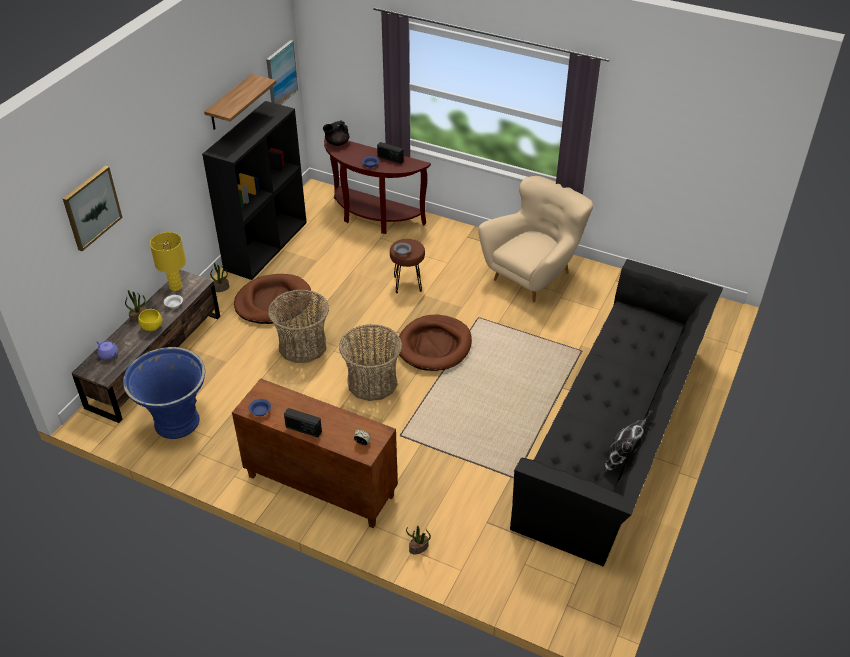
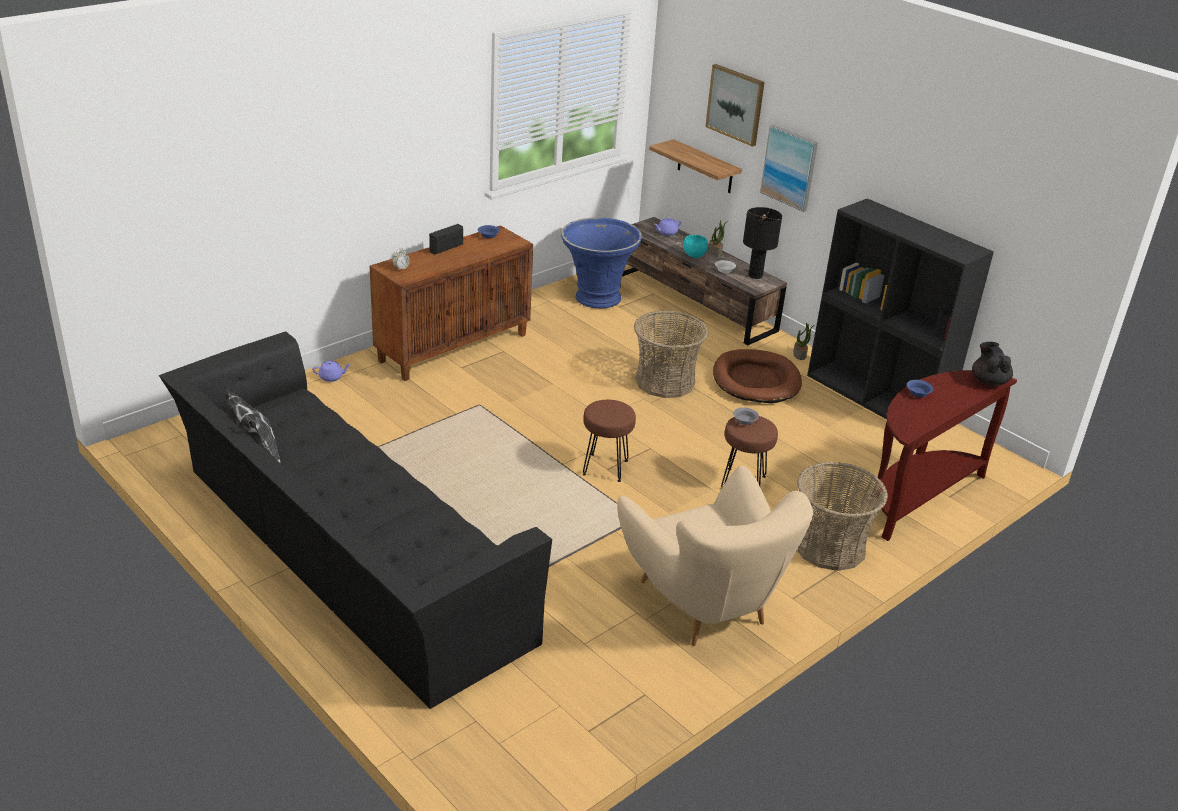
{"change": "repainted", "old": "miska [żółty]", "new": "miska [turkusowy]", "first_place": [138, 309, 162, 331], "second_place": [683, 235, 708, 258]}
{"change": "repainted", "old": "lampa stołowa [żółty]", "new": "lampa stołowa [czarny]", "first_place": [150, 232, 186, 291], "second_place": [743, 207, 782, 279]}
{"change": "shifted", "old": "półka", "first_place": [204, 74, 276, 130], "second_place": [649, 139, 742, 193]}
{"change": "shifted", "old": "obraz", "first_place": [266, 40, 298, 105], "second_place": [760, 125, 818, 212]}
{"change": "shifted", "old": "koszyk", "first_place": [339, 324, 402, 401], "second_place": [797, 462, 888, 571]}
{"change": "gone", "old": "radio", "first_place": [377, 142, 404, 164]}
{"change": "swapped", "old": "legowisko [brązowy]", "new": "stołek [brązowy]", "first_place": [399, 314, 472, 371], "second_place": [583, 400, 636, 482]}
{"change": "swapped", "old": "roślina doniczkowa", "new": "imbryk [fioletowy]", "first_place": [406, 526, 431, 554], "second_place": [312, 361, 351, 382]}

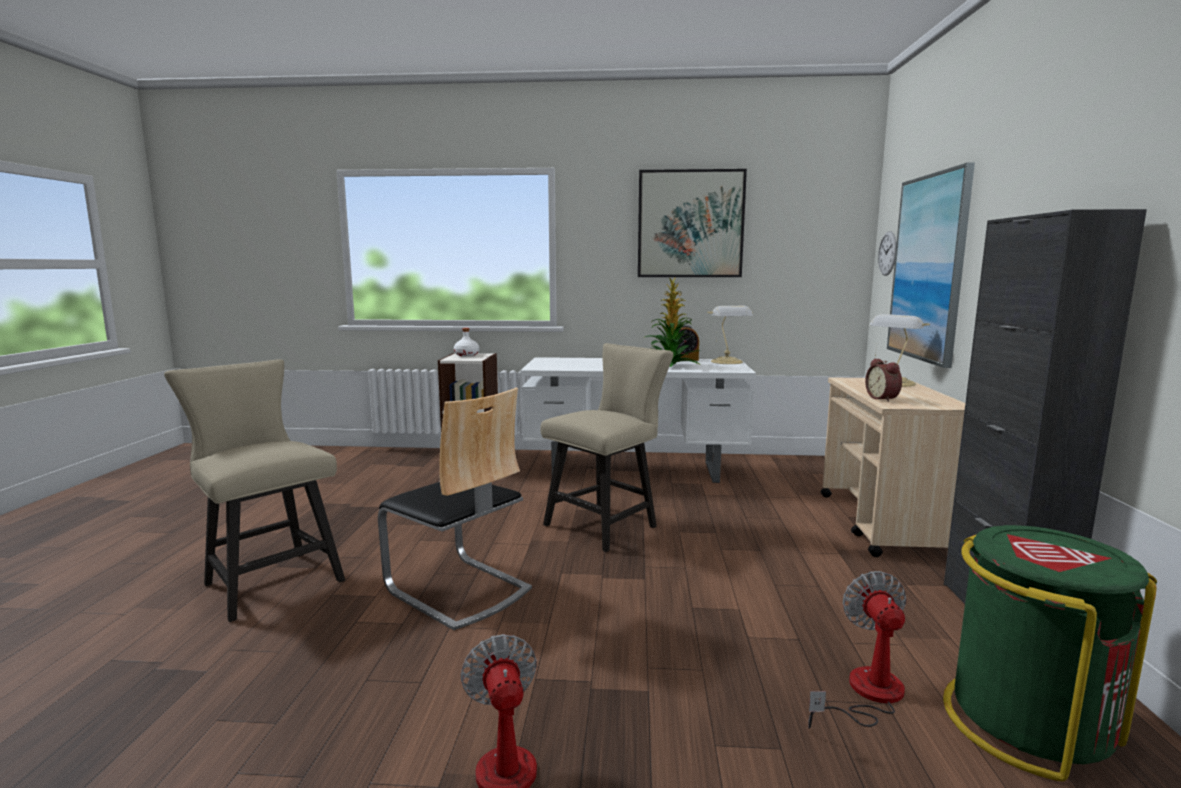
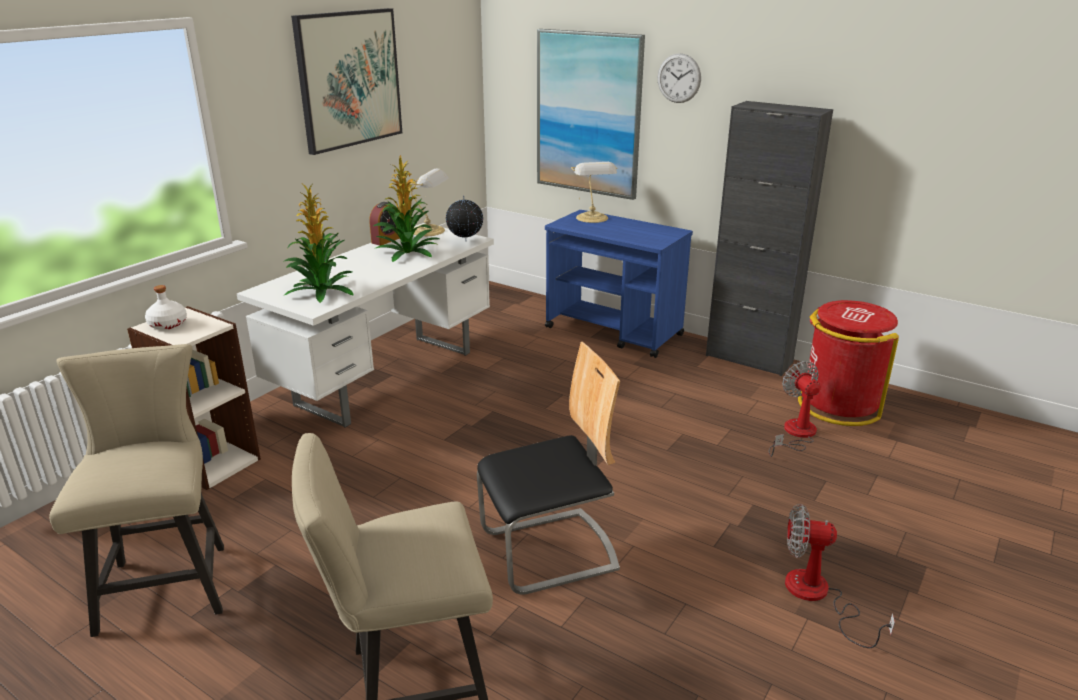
{"change": "shifted", "old": "krzesło [beżowy]", "first_place": [540, 343, 673, 552], "second_place": [49, 344, 224, 637]}
{"change": "rotated", "old": "wentylator", "first_place": [808, 571, 907, 729], "second_place": [769, 361, 821, 457], "degrees": 45}
{"change": "repainted", "old": "wózek [beżowy]", "new": "wózek [niebieski]", "first_place": [820, 377, 965, 557], "second_place": [545, 210, 693, 358]}
{"change": "gone", "old": "budzik", "first_place": [865, 358, 902, 402]}
{"change": "shifted", "old": "zegar ścienny", "first_place": [878, 231, 897, 276], "second_place": [658, 53, 701, 103]}
{"change": "repainted", "old": "kosz na śmieci [zielony]", "new": "kosz na śmieci [czerwony]", "first_place": [943, 525, 1157, 781], "second_place": [798, 300, 899, 426]}
{"change": "new", "new": "roślina doniczkowa", "second_place": [283, 184, 354, 303]}
{"change": "new", "new": "globus", "second_place": [446, 195, 483, 242]}

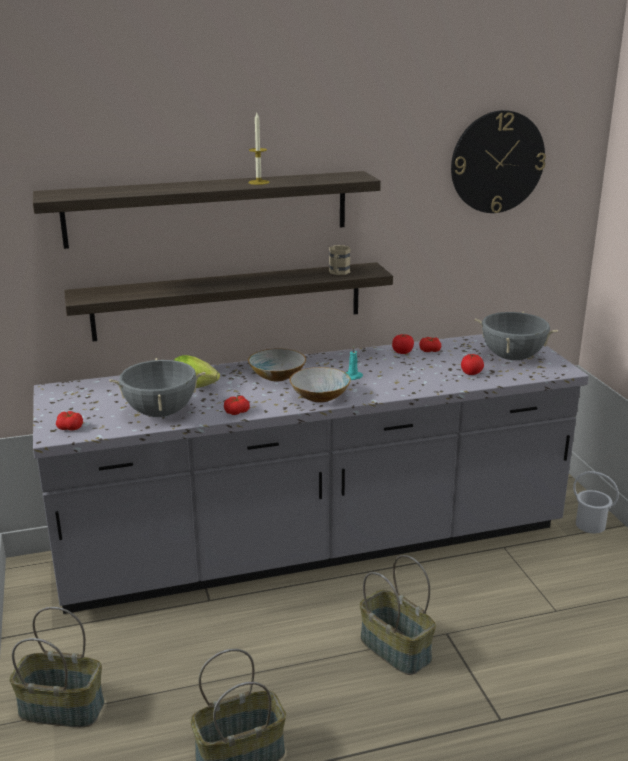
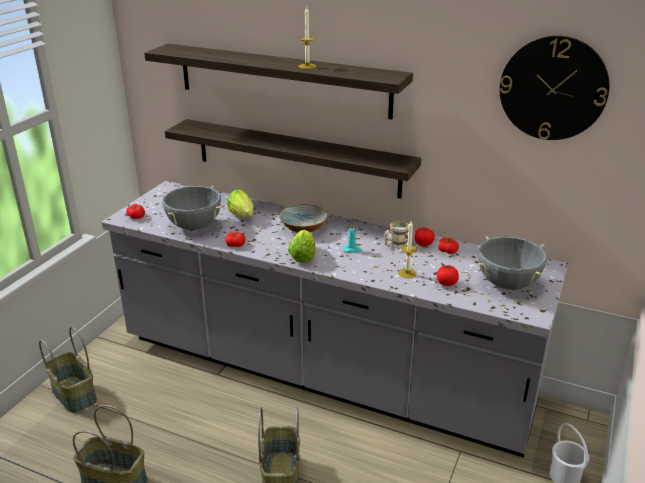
{"change": "swapped", "old": "miska", "new": "sałata", "first_place": [289, 367, 351, 403], "second_place": [288, 230, 316, 263]}
{"change": "shifted", "old": "kubek [beżowy]", "first_place": [329, 245, 351, 275], "second_place": [384, 221, 409, 248]}
{"change": "new", "new": "świeca", "second_place": [398, 221, 417, 278]}

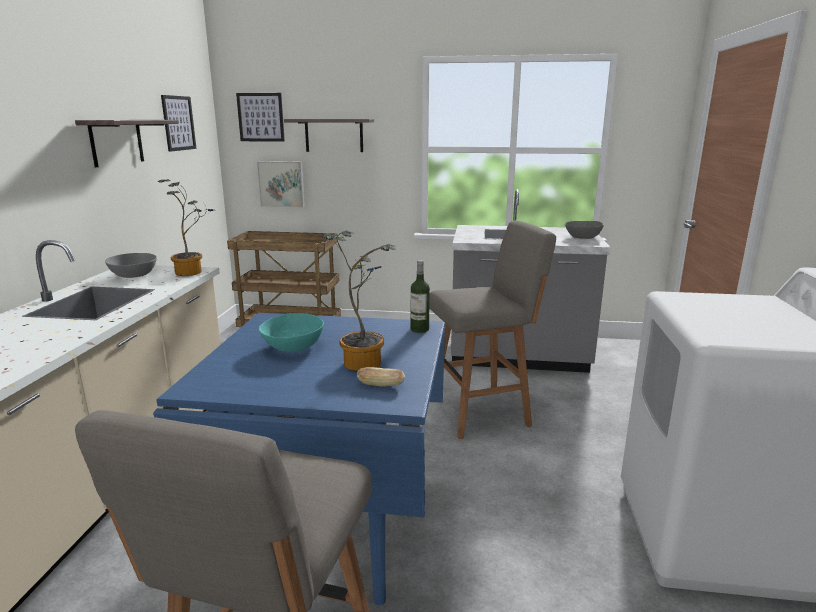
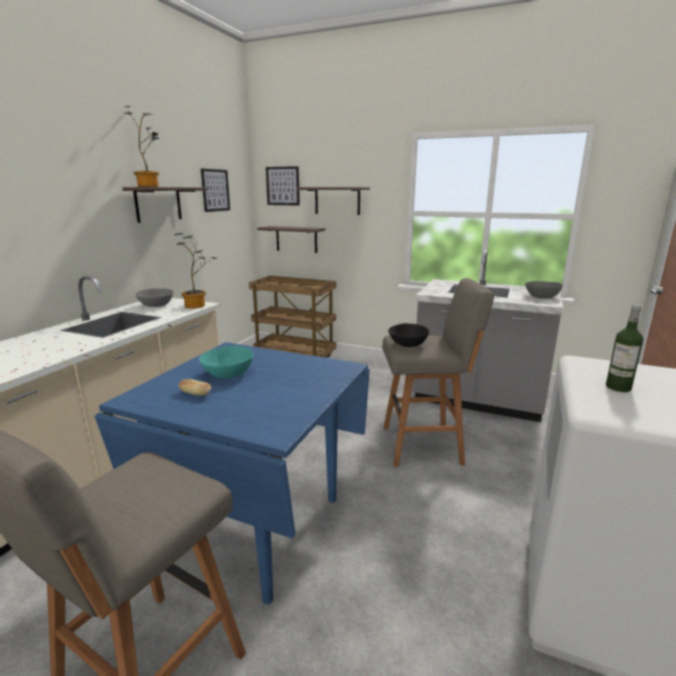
{"change": "swapped", "old": "obraz", "new": "półka", "first_place": [257, 161, 305, 207], "second_place": [257, 226, 325, 253]}
{"change": "shifted", "old": "roślina doniczkowa", "first_place": [322, 230, 396, 371], "second_place": [124, 106, 160, 187]}
{"change": "shifted", "old": "chleb", "first_place": [357, 367, 405, 387], "second_place": [179, 379, 211, 396]}
{"change": "shifted", "old": "butelka", "first_place": [411, 260, 430, 333], "second_place": [606, 305, 643, 392]}
{"change": "new", "new": "miska [czarny]", "second_place": [388, 323, 429, 347]}

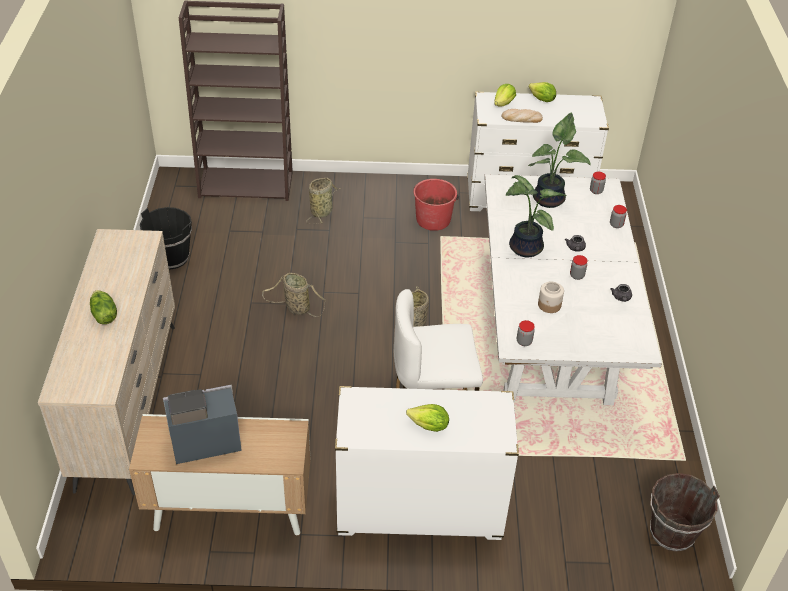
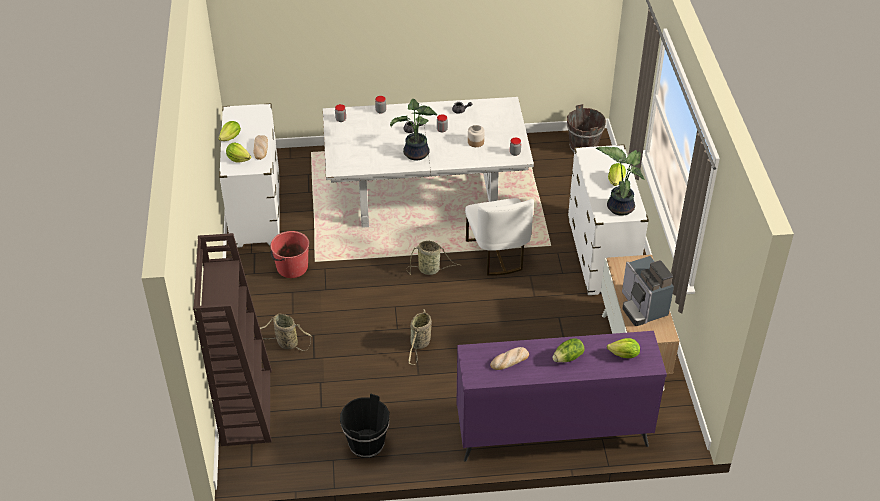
{"change": "repainted", "old": "komoda [beżowy]", "new": "komoda [fioletowy]", "first_place": [38, 229, 175, 495], "second_place": [456, 331, 667, 462]}
{"change": "shifted", "old": "roślina doniczkowa", "first_place": [528, 113, 591, 208], "second_place": [596, 147, 645, 216]}
{"change": "new", "new": "chleb", "second_place": [490, 347, 529, 370]}
{"change": "new", "new": "sałata", "second_place": [607, 338, 640, 358]}

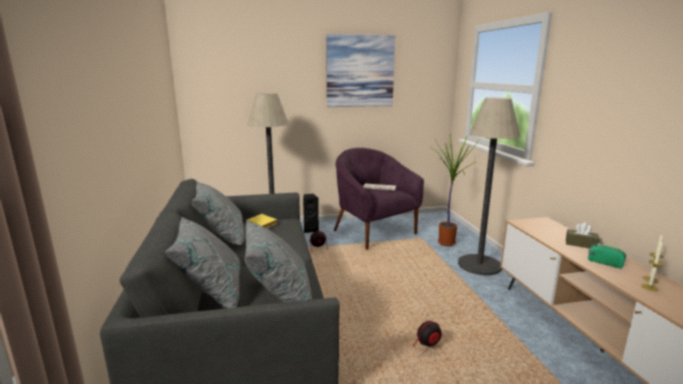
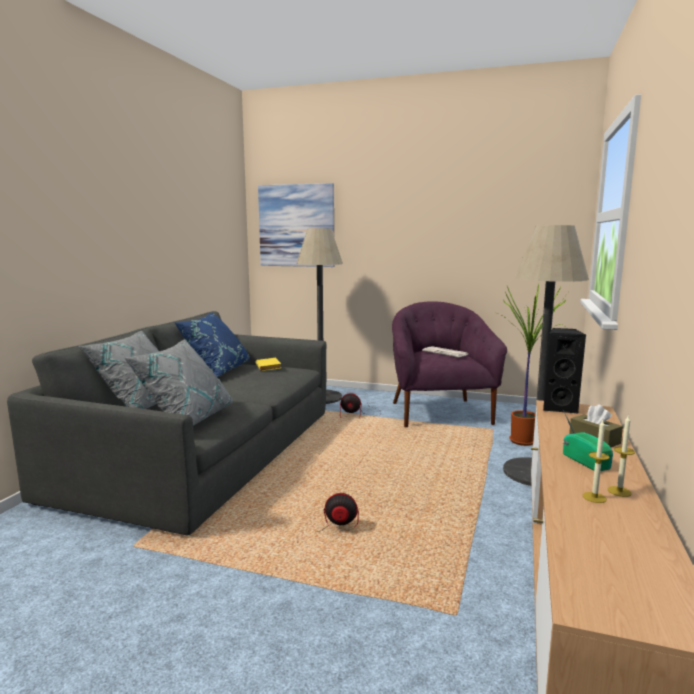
{"change": "repainted", "old": "poduszka [szary]", "new": "poduszka [niebieski]", "first_place": [191, 182, 244, 245], "second_place": [174, 313, 250, 377]}
{"change": "shifted", "old": "głośnik [czarny]", "first_place": [303, 194, 319, 233], "second_place": [543, 328, 586, 414]}
{"change": "shifted", "old": "obraz", "first_place": [326, 34, 395, 107], "second_place": [258, 183, 334, 267]}

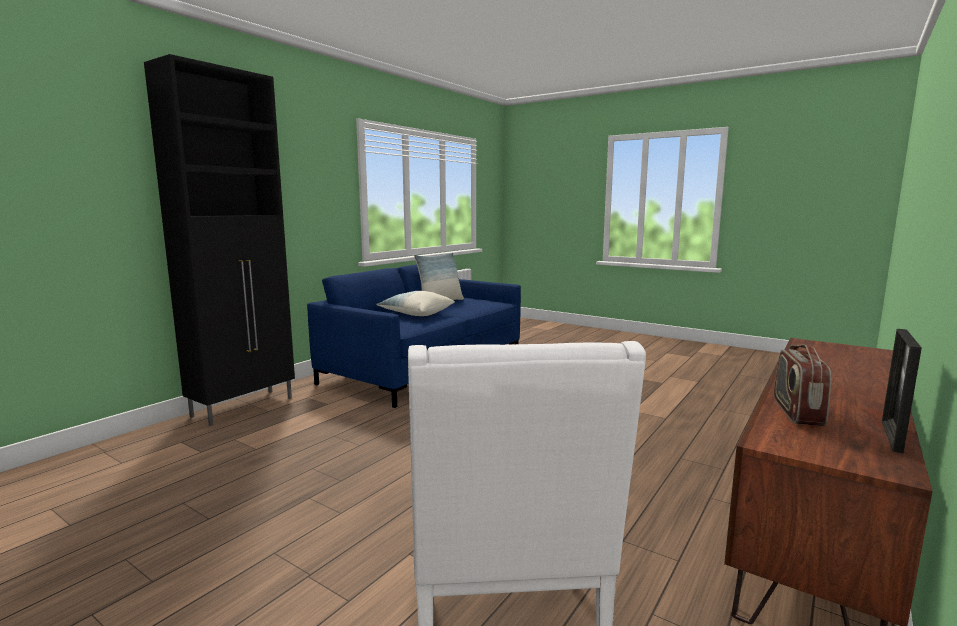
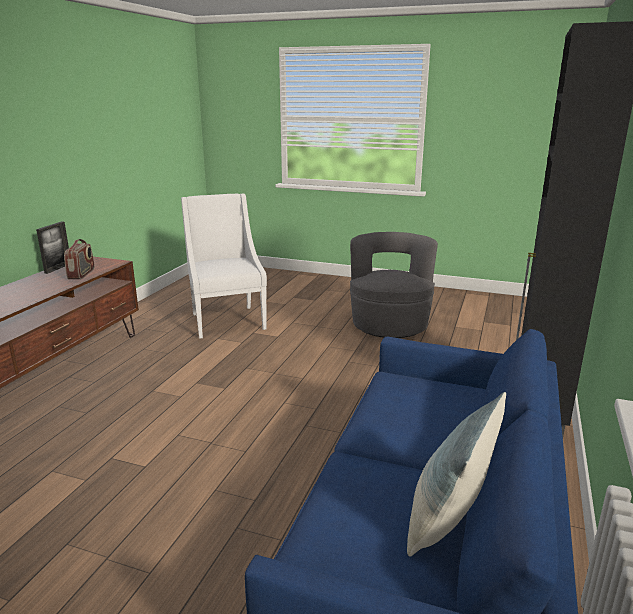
{"change": "gone", "old": "poduszka", "first_place": [376, 291, 455, 316]}
{"change": "new", "new": "fotel [szary]", "second_place": [350, 232, 438, 338]}

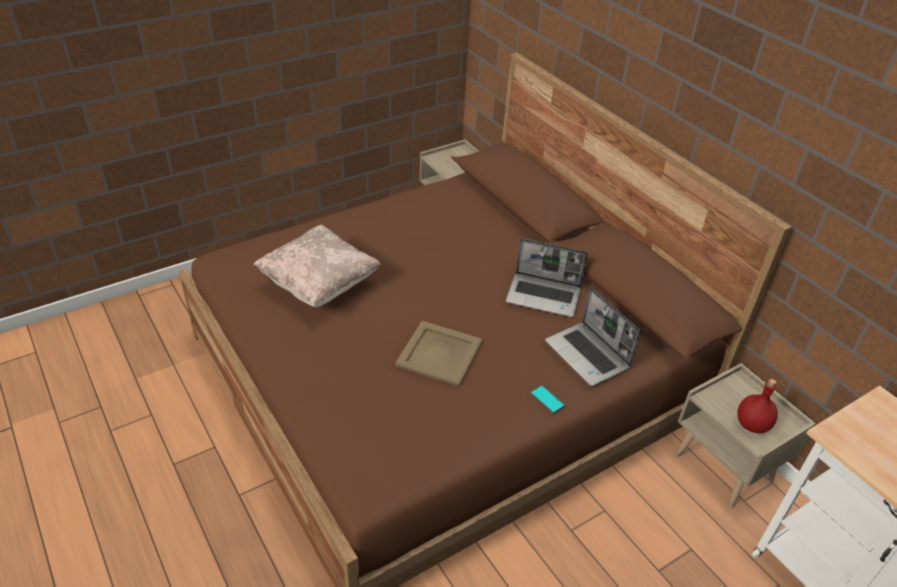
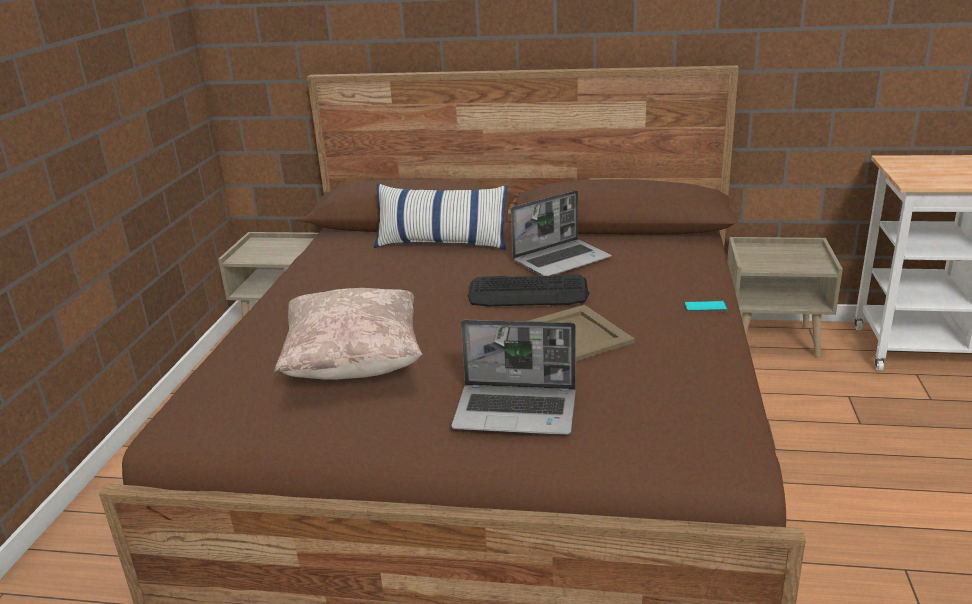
{"change": "shifted", "old": "laptop", "first_place": [545, 288, 641, 386], "second_place": [451, 320, 576, 435]}
{"change": "gone", "old": "butelka [czerwony]", "first_place": [737, 379, 778, 433]}
{"change": "new", "new": "poduszka", "second_place": [374, 183, 508, 250]}
{"change": "new", "new": "klawiatura", "second_place": [467, 275, 589, 307]}

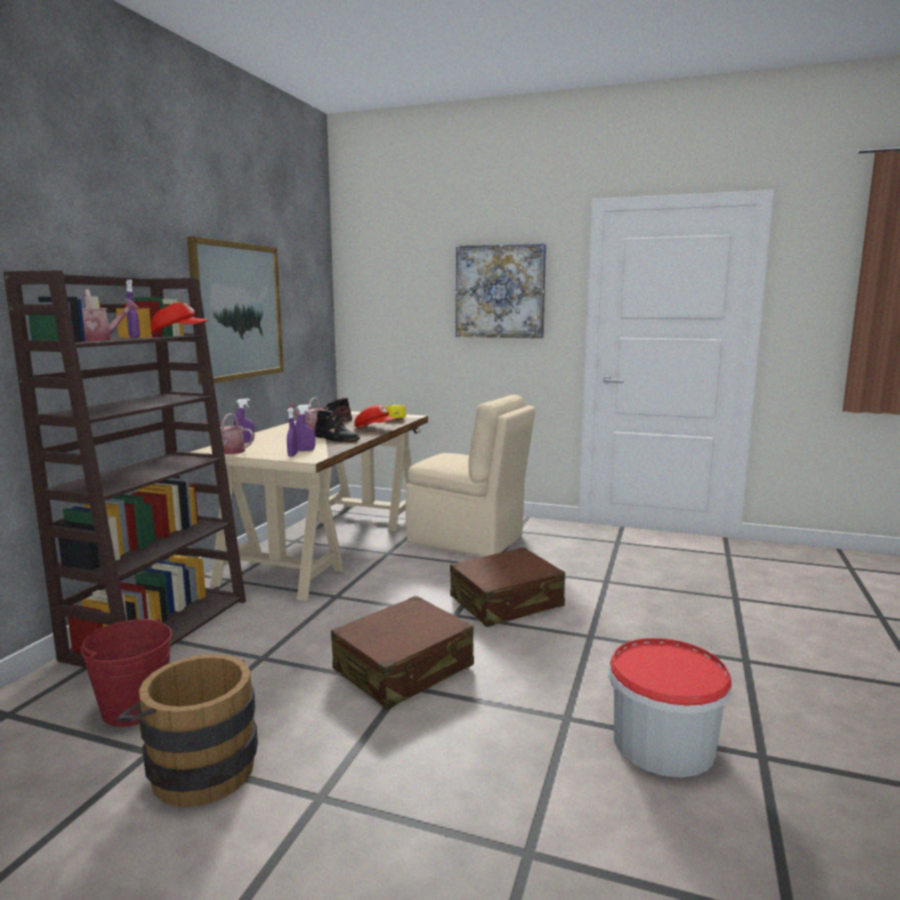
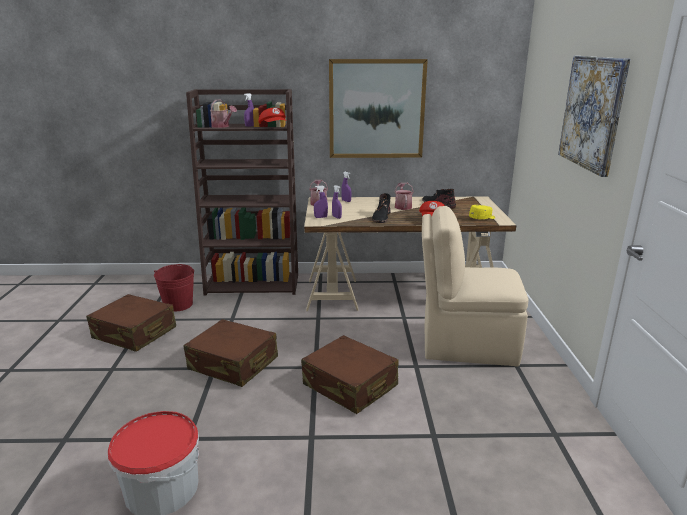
{"change": "swapped", "old": "wiadro [brązowy]", "new": "walizka [brązowy]", "first_place": [117, 654, 258, 807], "second_place": [86, 294, 176, 352]}
{"change": "rotated", "old": "krzesło [beżowy]", "first_place": [406, 395, 536, 556], "second_place": [422, 206, 528, 366], "degrees": 90}

